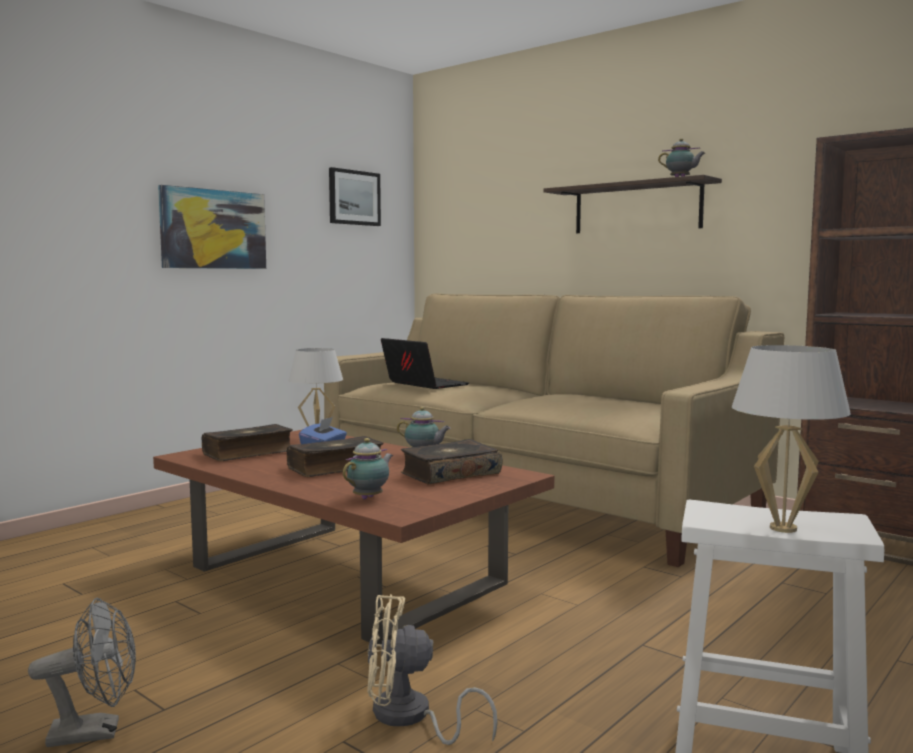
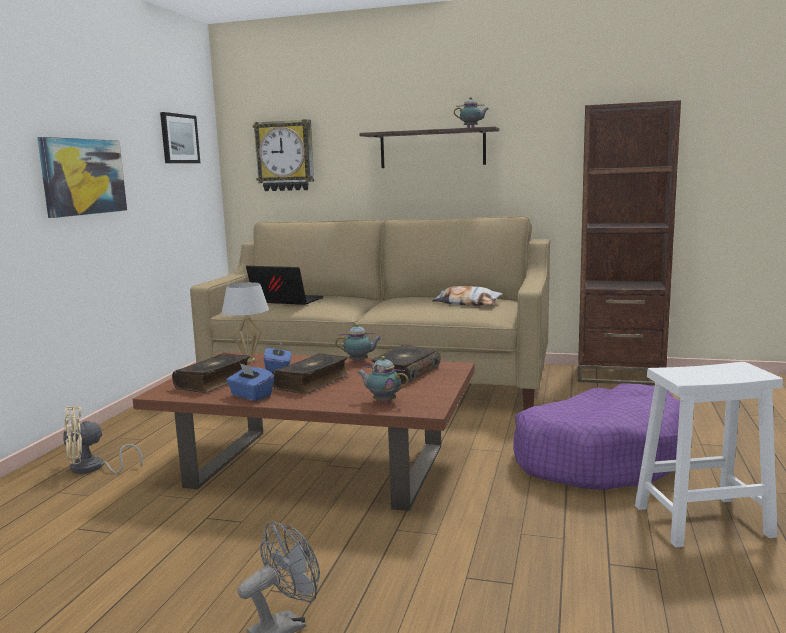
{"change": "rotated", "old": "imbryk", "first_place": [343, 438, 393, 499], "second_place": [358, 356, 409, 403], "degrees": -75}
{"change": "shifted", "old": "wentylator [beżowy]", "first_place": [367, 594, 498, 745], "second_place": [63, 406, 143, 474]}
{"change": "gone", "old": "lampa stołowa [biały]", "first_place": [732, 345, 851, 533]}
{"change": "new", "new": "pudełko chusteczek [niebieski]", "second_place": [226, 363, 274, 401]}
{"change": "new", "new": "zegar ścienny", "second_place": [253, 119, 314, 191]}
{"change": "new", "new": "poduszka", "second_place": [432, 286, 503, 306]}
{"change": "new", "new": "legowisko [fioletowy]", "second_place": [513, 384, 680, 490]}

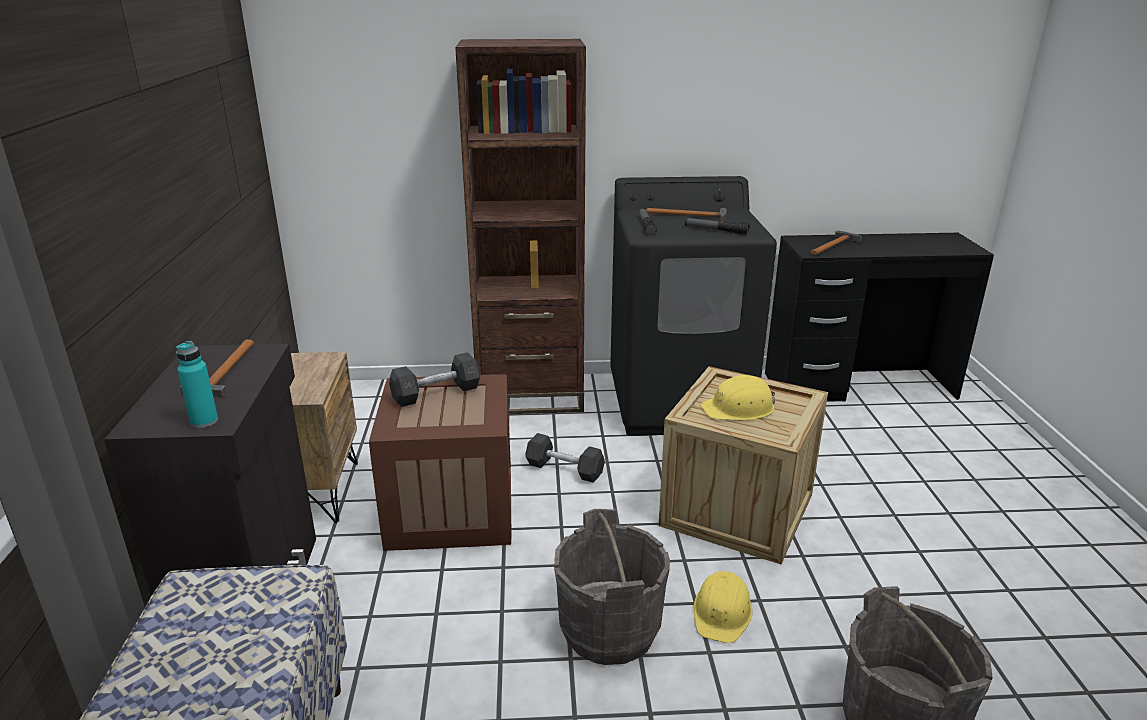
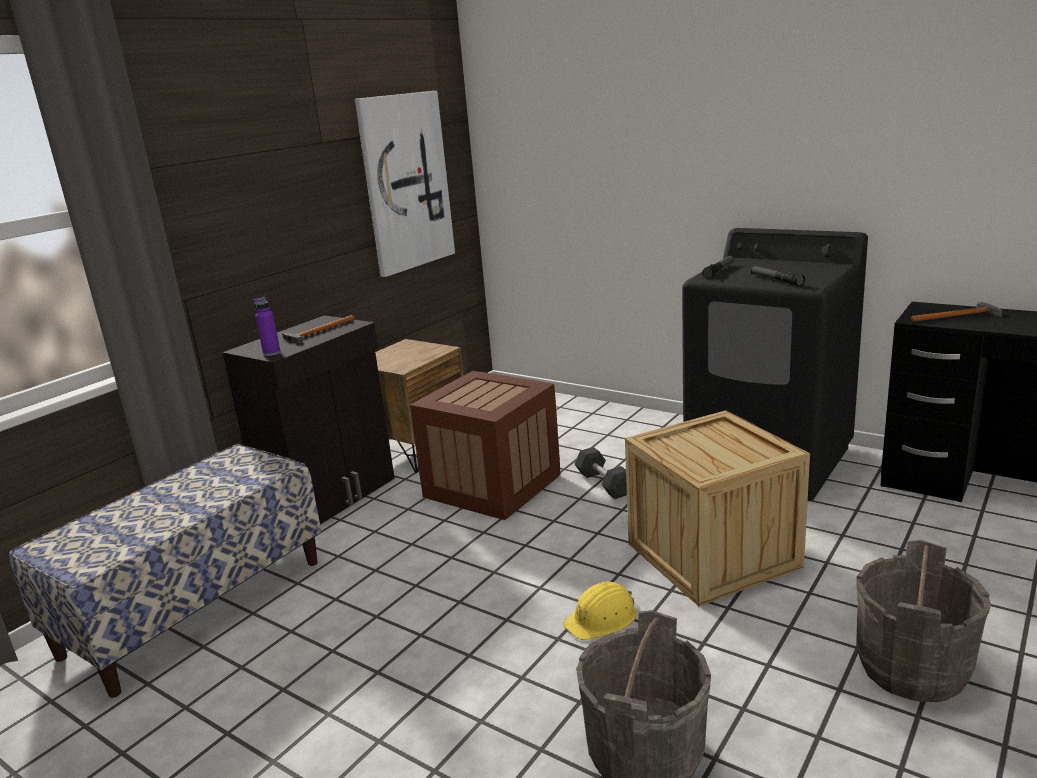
{"change": "repainted", "old": "butelka [turkusowy]", "new": "butelka [fioletowy]", "first_place": [176, 341, 218, 428], "second_place": [254, 297, 281, 356]}
{"change": "gone", "old": "hantel [szary]", "first_place": [389, 352, 481, 407]}
{"change": "gone", "old": "regał [brązowy]", "first_place": [455, 39, 586, 414]}
{"change": "shifted", "old": "wiadro [szary]", "first_place": [554, 509, 670, 665], "second_place": [856, 540, 991, 702]}
{"change": "gone", "old": "młotek", "first_place": [646, 208, 727, 222]}
{"change": "gone", "old": "kask [żółty]", "first_place": [701, 375, 775, 421]}
{"change": "new", "new": "obraz", "second_place": [355, 91, 455, 277]}

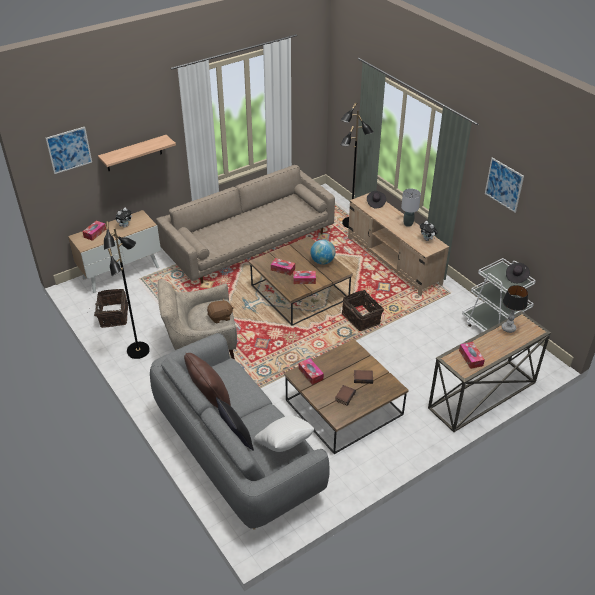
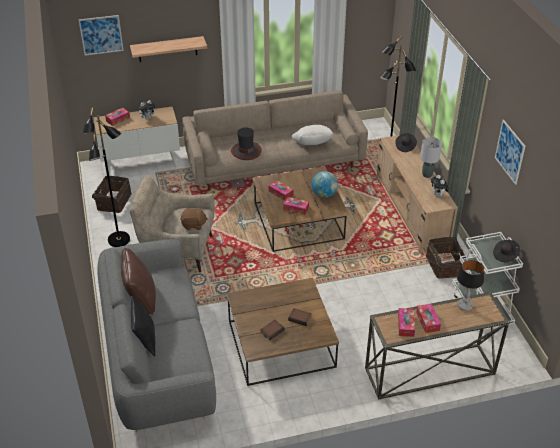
{"change": "shifted", "old": "poduszka [biały]", "first_place": [254, 416, 315, 452], "second_place": [292, 125, 333, 145]}
{"change": "shifted", "old": "pudełko chusteczek", "first_place": [299, 358, 324, 385], "second_place": [416, 304, 441, 333]}
{"change": "shifted", "old": "koszyk", "first_place": [342, 290, 384, 331], "second_place": [426, 237, 466, 279]}
{"change": "new", "new": "kapelusz", "second_place": [231, 127, 262, 160]}

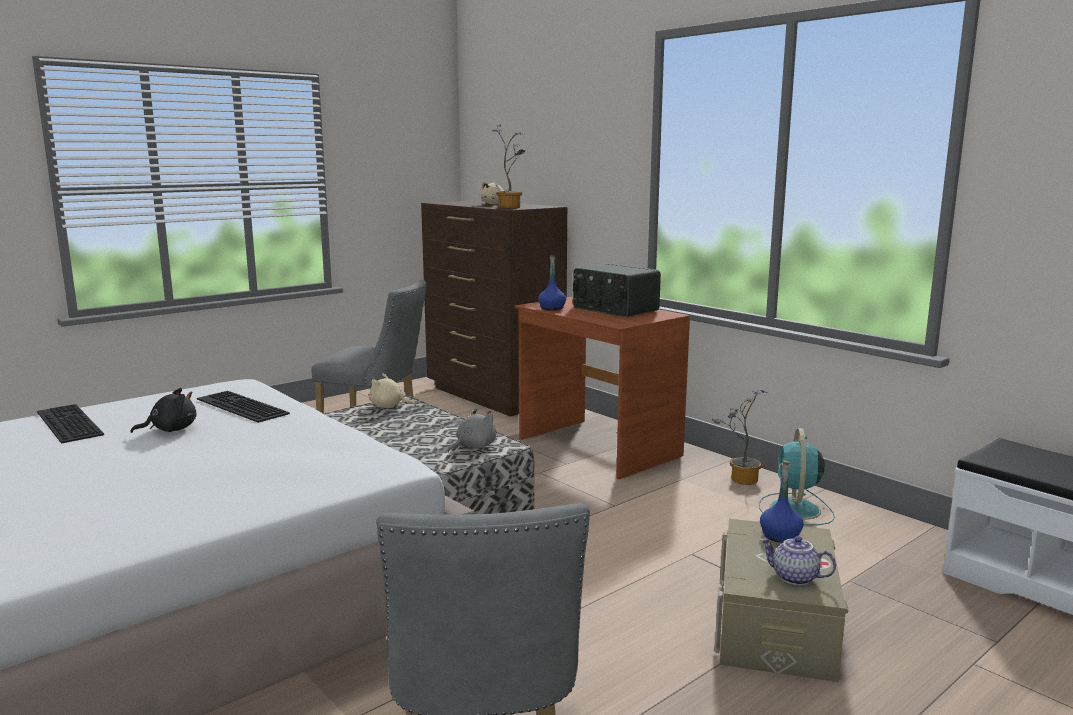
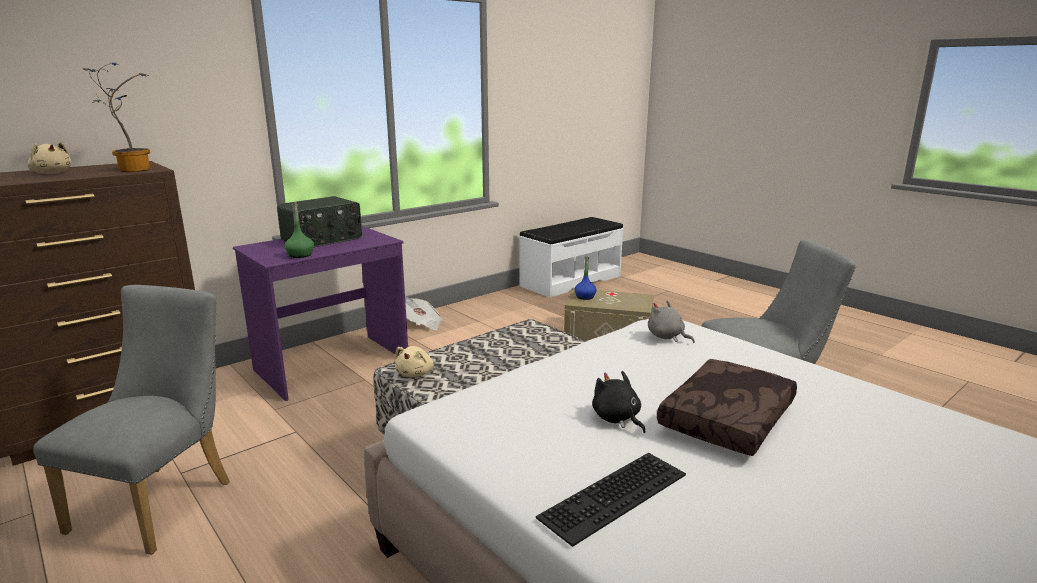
{"change": "gone", "old": "klawiatura", "first_place": [197, 391, 290, 423]}
{"change": "shifted", "old": "pluszak [szary]", "first_place": [448, 408, 496, 452], "second_place": [648, 300, 695, 343]}
{"change": "repainted", "old": "biurko [brązowy]", "new": "biurko [fioletowy]", "first_place": [515, 297, 690, 480], "second_place": [233, 226, 408, 401]}
{"change": "repainted", "old": "butelka [niebieski]", "new": "butelka [zielony]", "first_place": [538, 255, 566, 311], "second_place": [284, 202, 314, 258]}
{"change": "swapped", "old": "roślina doniczkowa", "new": "gazeta", "first_place": [712, 390, 769, 485], "second_place": [405, 297, 443, 330]}
{"change": "gone", "old": "wentylator [turkusowy]", "first_place": [759, 428, 835, 526]}
{"change": "gone", "old": "imbryk", "first_place": [760, 536, 836, 585]}
{"change": "new", "new": "poduszka [brązowy]", "second_place": [657, 359, 797, 456]}

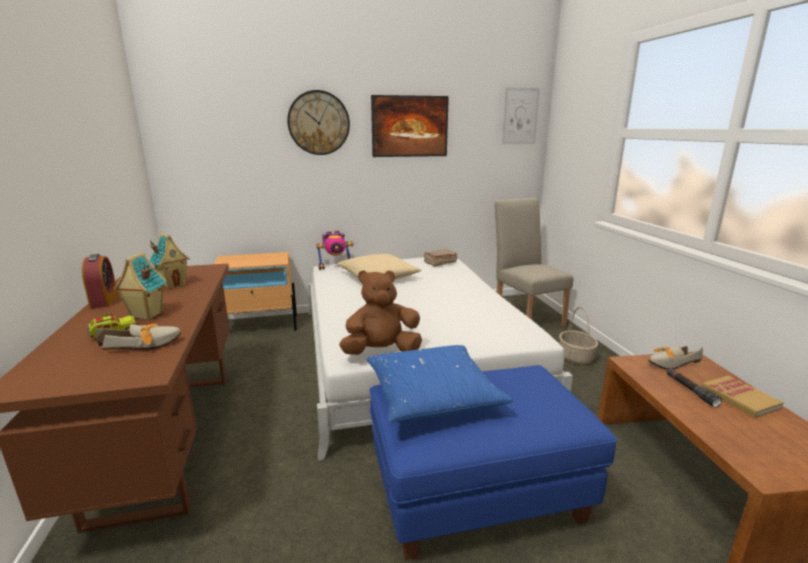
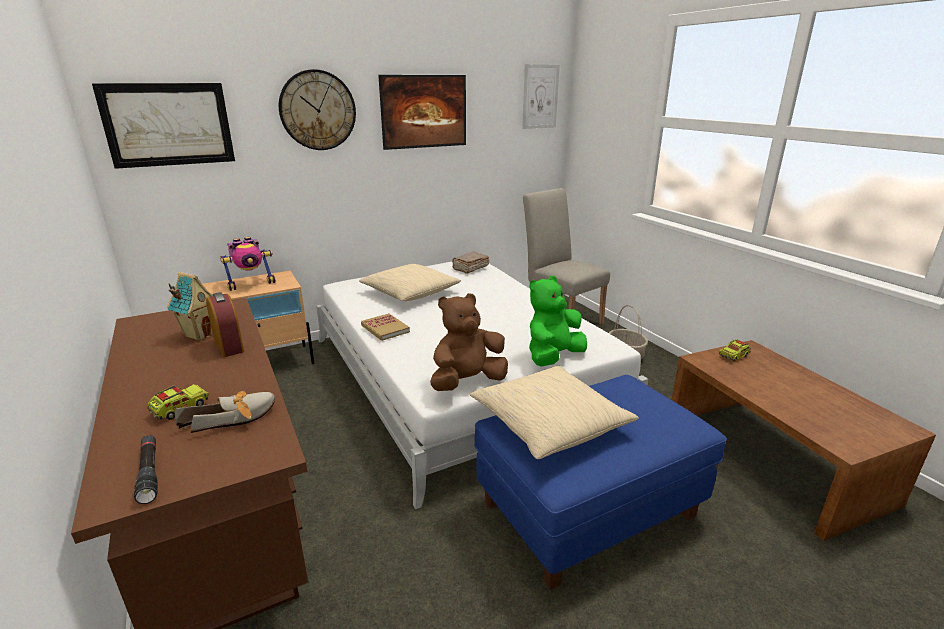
{"change": "shifted", "old": "budzik", "first_place": [82, 254, 118, 309], "second_place": [206, 292, 244, 357]}
{"change": "gone", "old": "domek", "first_place": [114, 252, 167, 320]}
{"change": "shifted", "old": "robot zabawkowy", "first_place": [316, 230, 354, 270], "second_place": [220, 237, 276, 291]}
{"change": "repainted", "old": "poduszka [niebieski]", "new": "poduszka [beżowy]", "first_place": [366, 345, 513, 422], "second_place": [470, 366, 639, 459]}
{"change": "swapped", "old": "but", "new": "ciężarówka zabawkowa", "first_place": [648, 346, 703, 370], "second_place": [719, 339, 751, 362]}
{"change": "shifted", "old": "latarka [czarny]", "first_place": [667, 368, 722, 408], "second_place": [134, 435, 158, 504]}
{"change": "shifted", "old": "książka", "first_place": [701, 376, 784, 418], "second_place": [361, 313, 410, 341]}
{"change": "new", "new": "obraz", "second_place": [92, 83, 235, 169]}
{"change": "new", "new": "pluszak [zielony]", "second_place": [529, 276, 587, 366]}

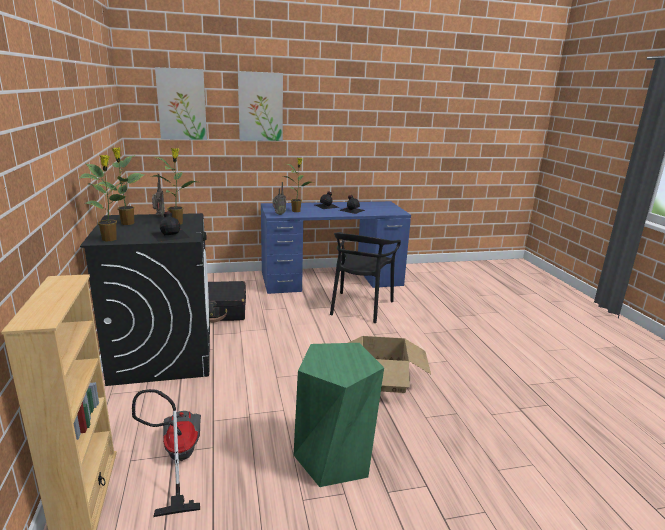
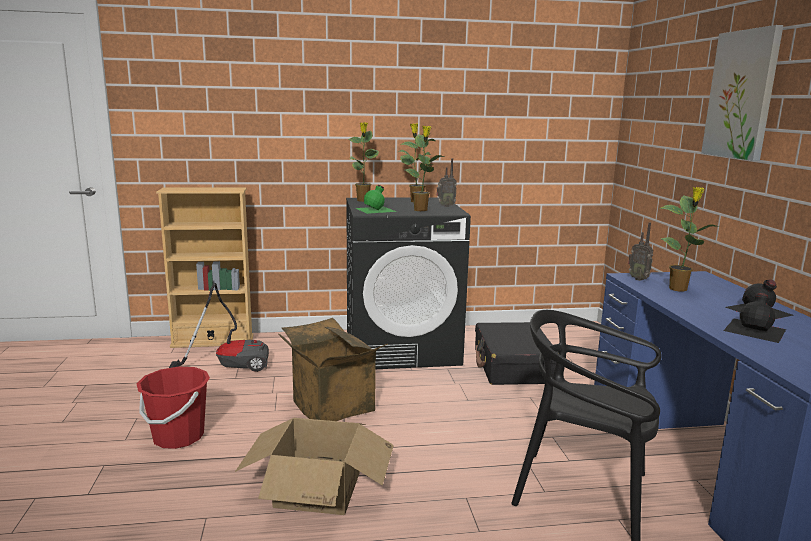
{"change": "repainted", "old": "butelka [czarny]", "new": "butelka [zielony]", "first_place": [151, 211, 190, 242], "second_place": [355, 185, 397, 214]}
{"change": "gone", "old": "obraz", "first_place": [155, 67, 207, 140]}
{"change": "swapped", "old": "stołek [zielony]", "new": "wiadro [czerwony]", "first_place": [294, 343, 384, 487], "second_place": [137, 367, 210, 449]}
{"change": "new", "new": "karton", "second_place": [278, 318, 388, 421]}

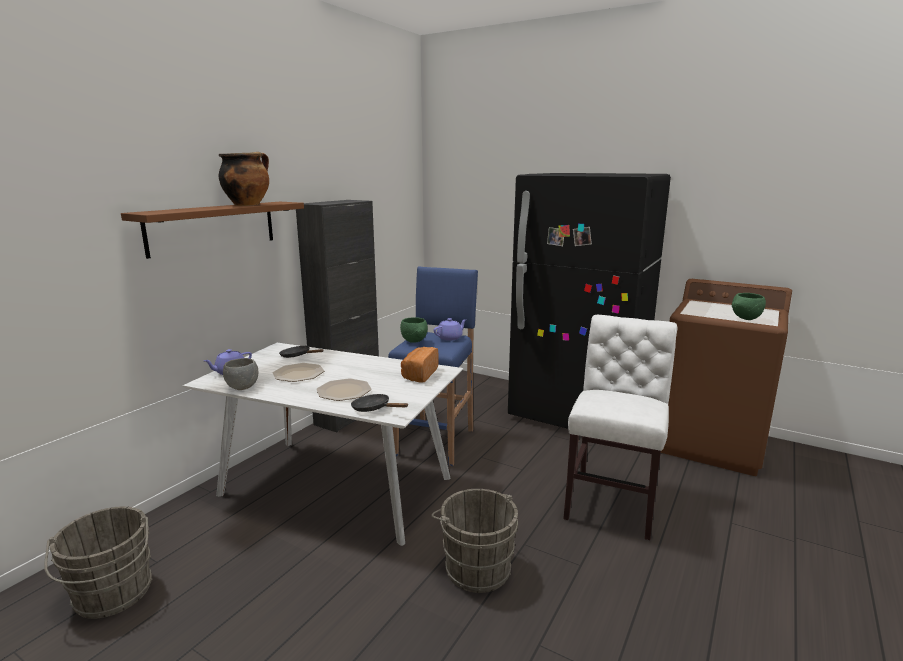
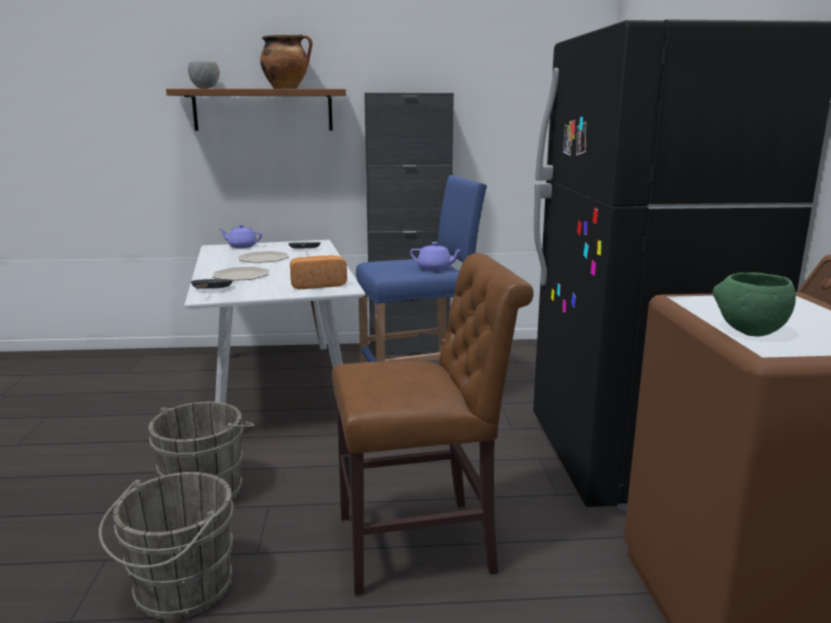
{"change": "shifted", "old": "wiadro [szary]", "first_place": [44, 506, 153, 619], "second_place": [99, 472, 233, 620]}
{"change": "shifted", "old": "miska [szary]", "first_place": [223, 358, 259, 390], "second_place": [188, 61, 220, 89]}
{"change": "gone", "old": "miska [zielony]", "first_place": [400, 317, 428, 343]}
{"change": "repainted", "old": "krzesło [biały]", "new": "krzesło [brązowy]", "first_place": [563, 315, 677, 540], "second_place": [332, 253, 534, 595]}

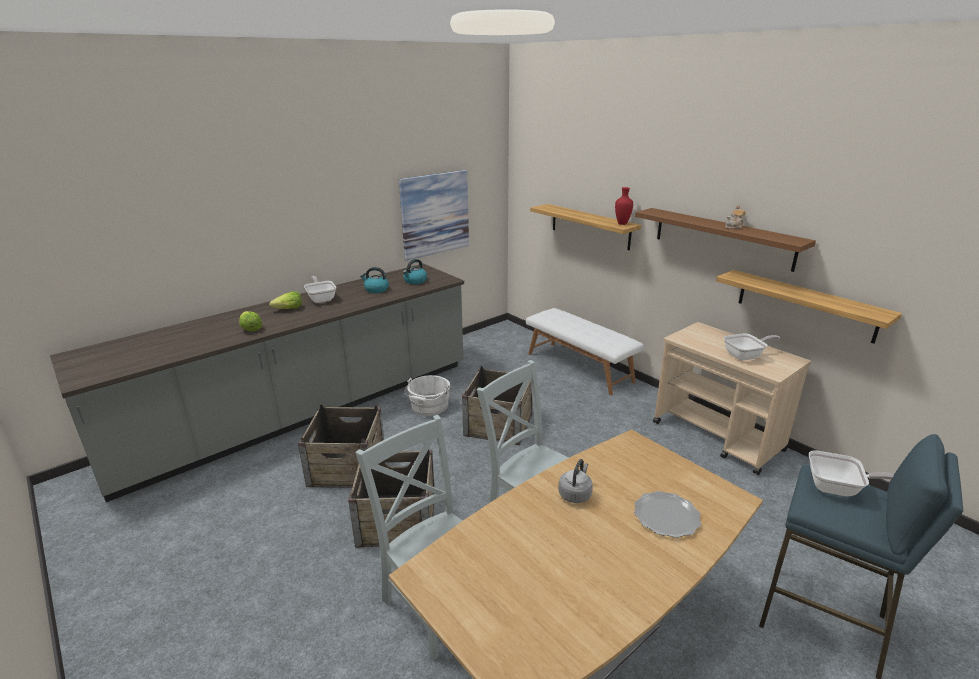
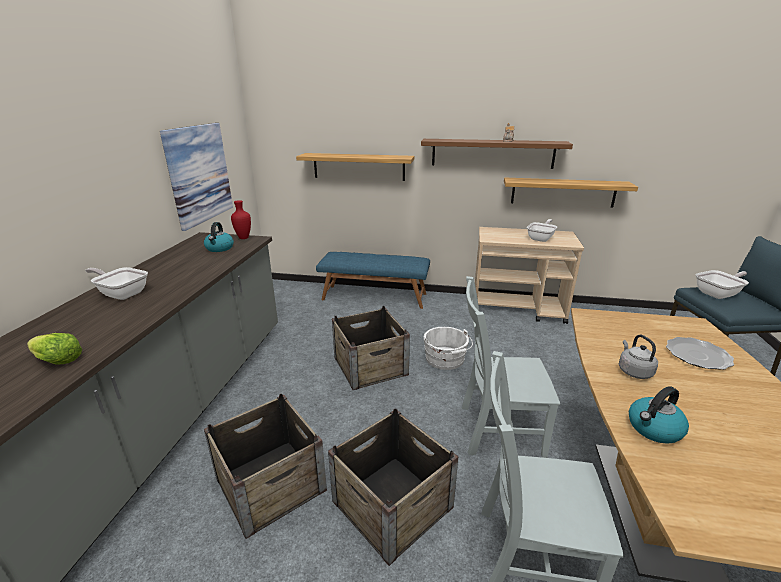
{"change": "gone", "old": "sałata", "first_place": [269, 291, 302, 309]}
{"change": "shifted", "old": "czajnik", "first_place": [360, 267, 389, 293], "second_place": [629, 386, 689, 444]}
{"change": "shifted", "old": "wiadro [biały]", "first_place": [404, 375, 450, 416], "second_place": [424, 327, 473, 370]}
{"change": "repainted", "old": "ławka [biały]", "new": "ławka [niebieski]", "first_place": [526, 308, 644, 395], "second_place": [316, 252, 430, 309]}
{"change": "shifted", "old": "wazon [czerwony]", "first_place": [615, 187, 633, 225], "second_place": [231, 200, 251, 239]}

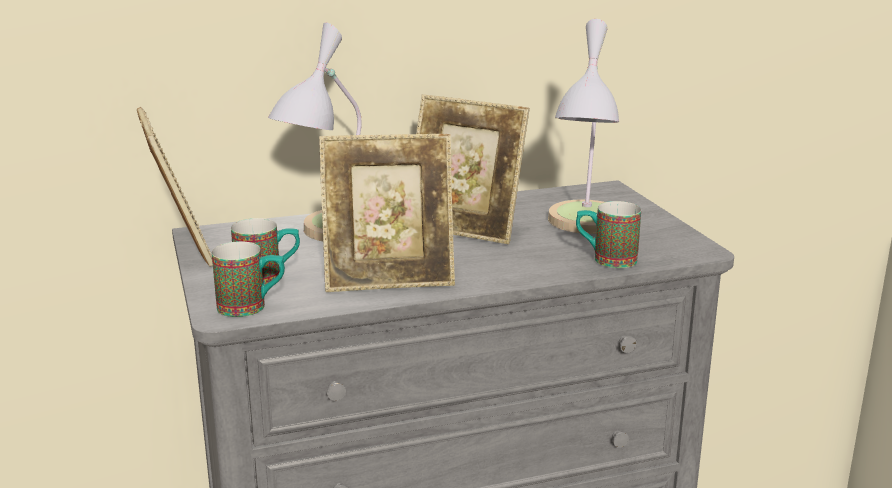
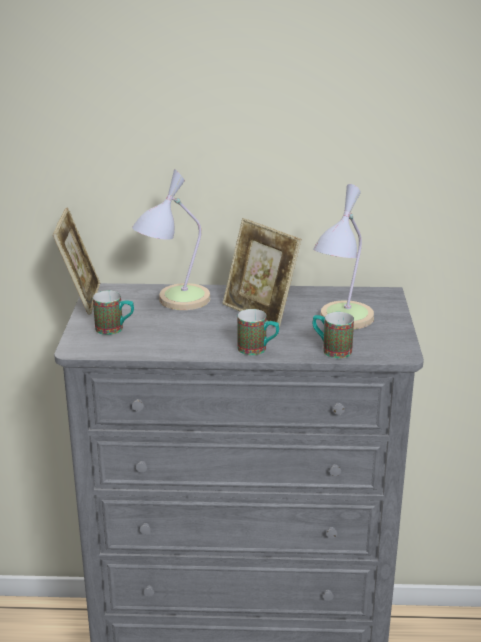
{"change": "shifted", "old": "kubek", "first_place": [212, 241, 285, 317], "second_place": [237, 309, 279, 355]}
{"change": "gone", "old": "ramka na zdjęcie", "first_place": [319, 134, 455, 292]}

